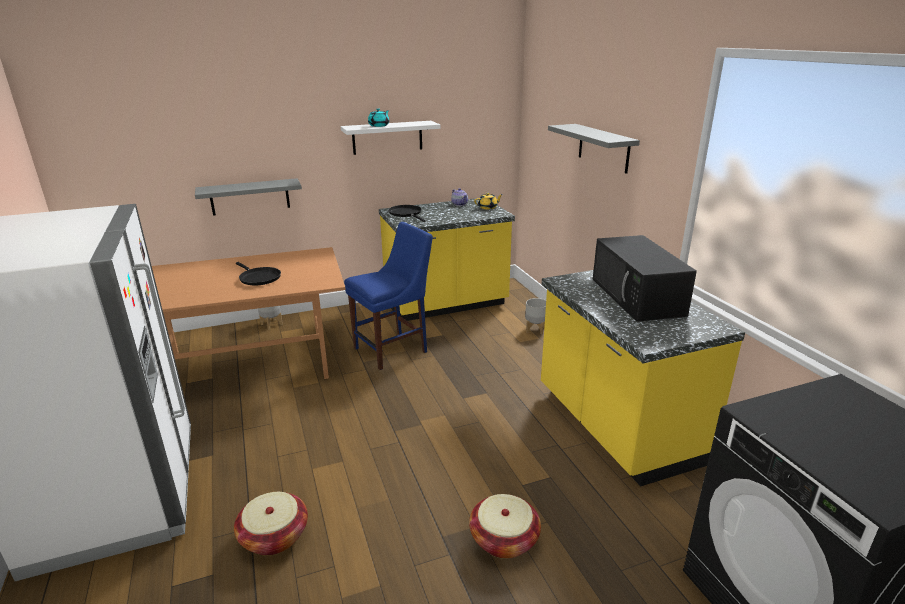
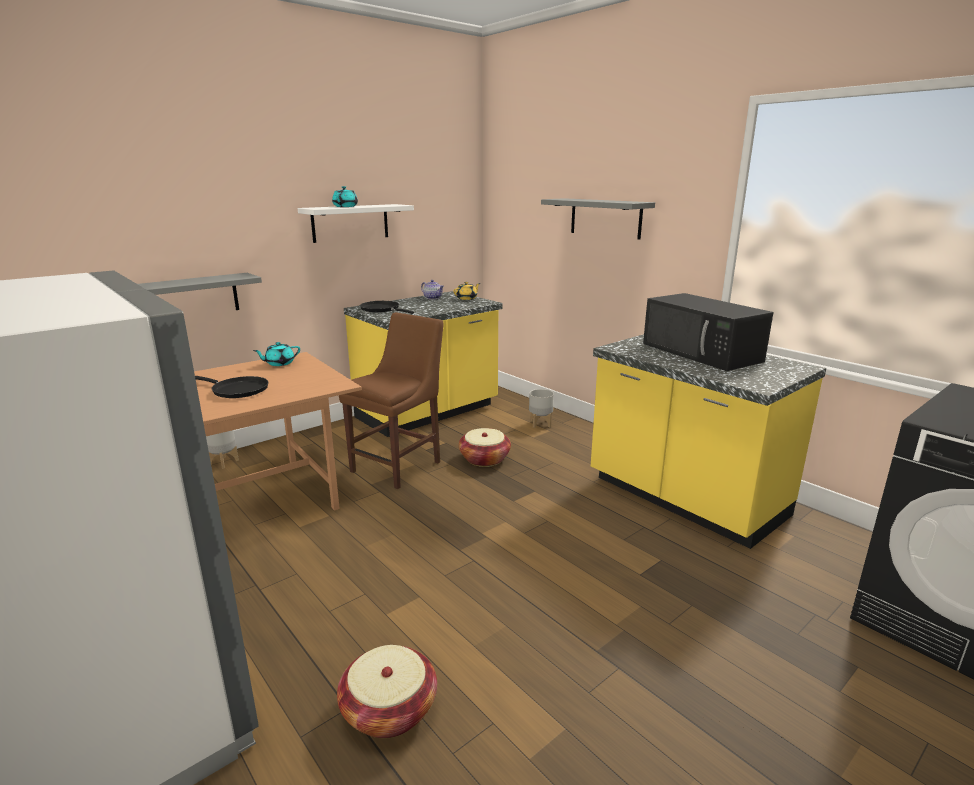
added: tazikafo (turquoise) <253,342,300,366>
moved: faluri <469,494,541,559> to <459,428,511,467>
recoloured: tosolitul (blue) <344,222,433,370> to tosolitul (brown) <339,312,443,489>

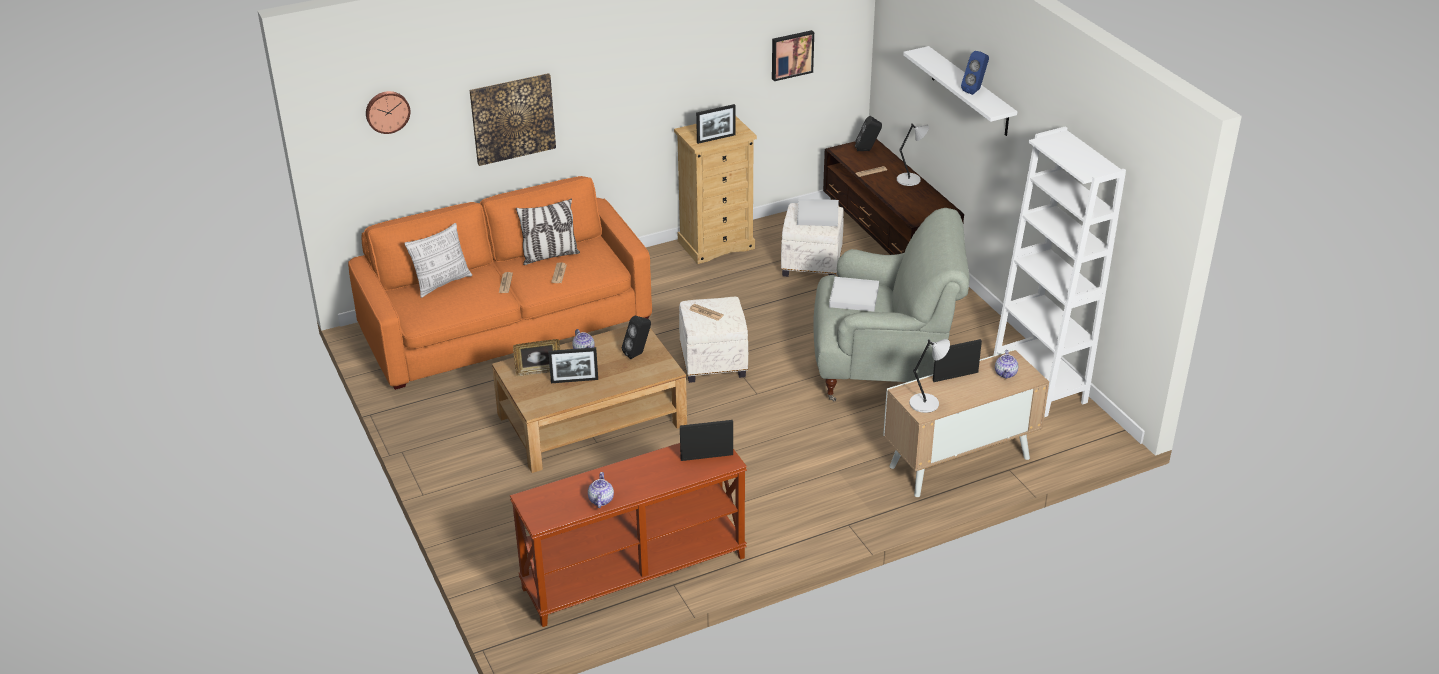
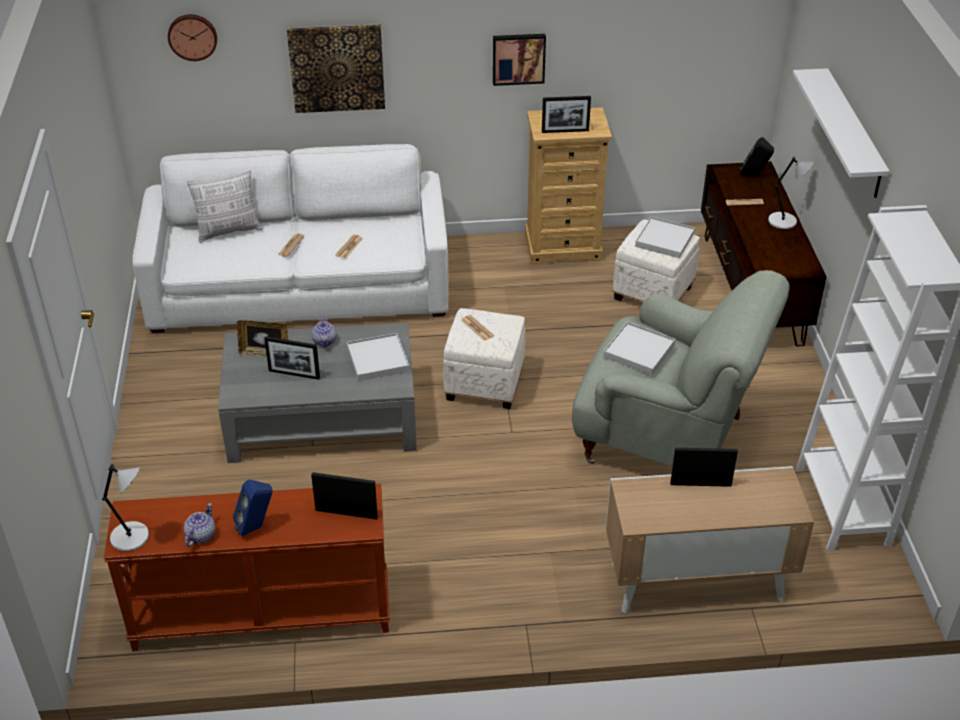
removed: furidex <516,199,580,265>; tazikafo <995,350,1018,379>
moved: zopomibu <772,30,814,81> to <493,34,546,86>; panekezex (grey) <909,339,950,413> to <102,464,149,551>; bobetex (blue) <961,51,989,95> to <233,480,273,536>
replaced: bobetex (black) <622,316,651,359> to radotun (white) <347,333,410,381>
recoloured: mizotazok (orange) <348,176,652,390> to mizotazok (white) <133,144,449,333>; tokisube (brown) <492,326,687,473> to tokisube (grey) <218,323,417,463>

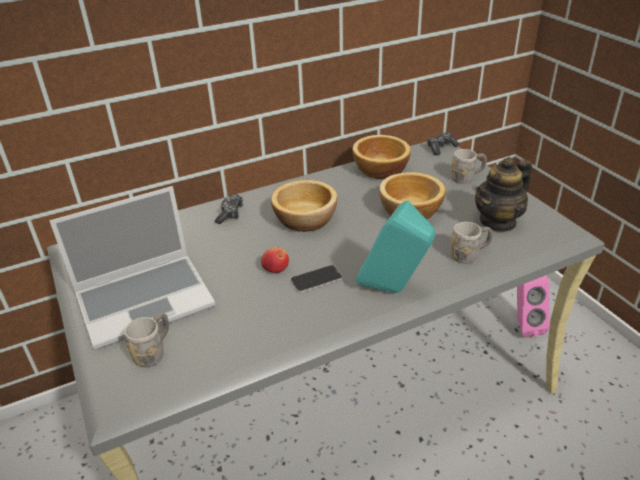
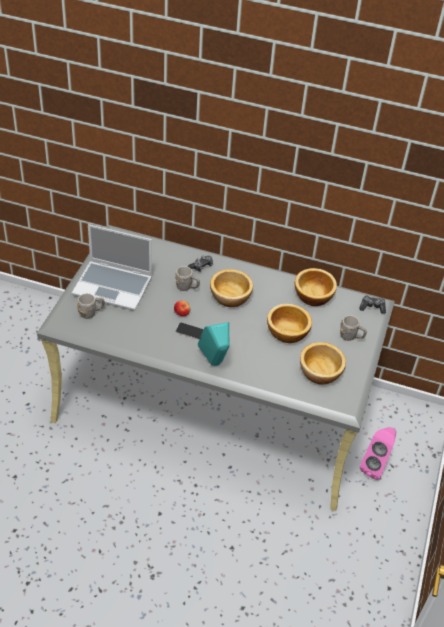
moved: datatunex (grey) <451,222,493,264> to <175,266,200,291>
replaced: tazikafo <475,157,532,233> to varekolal <300,342,346,385>

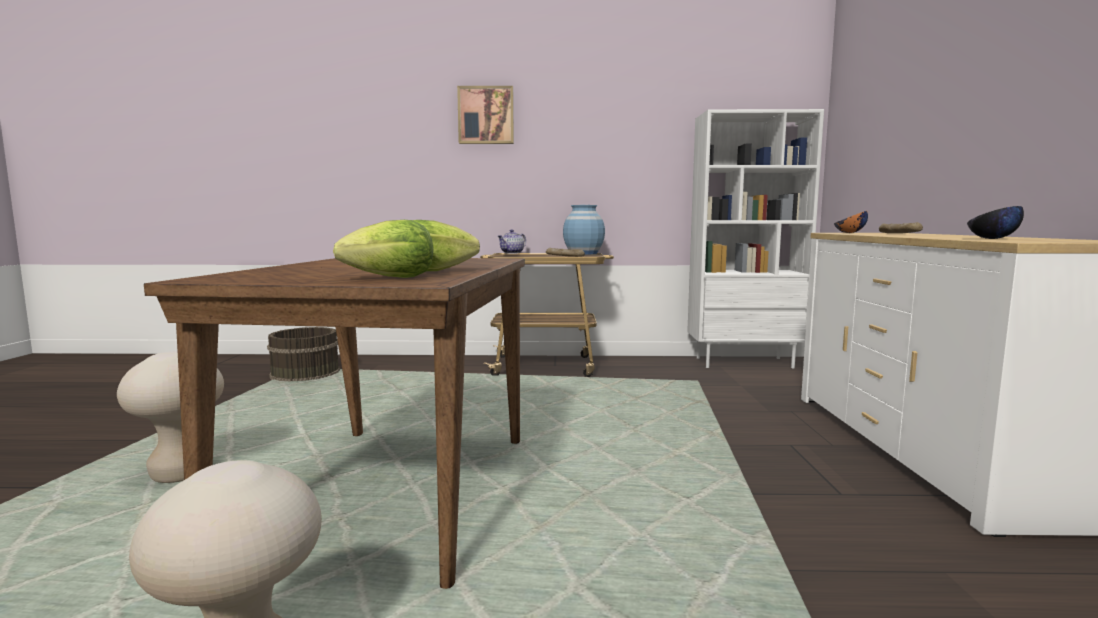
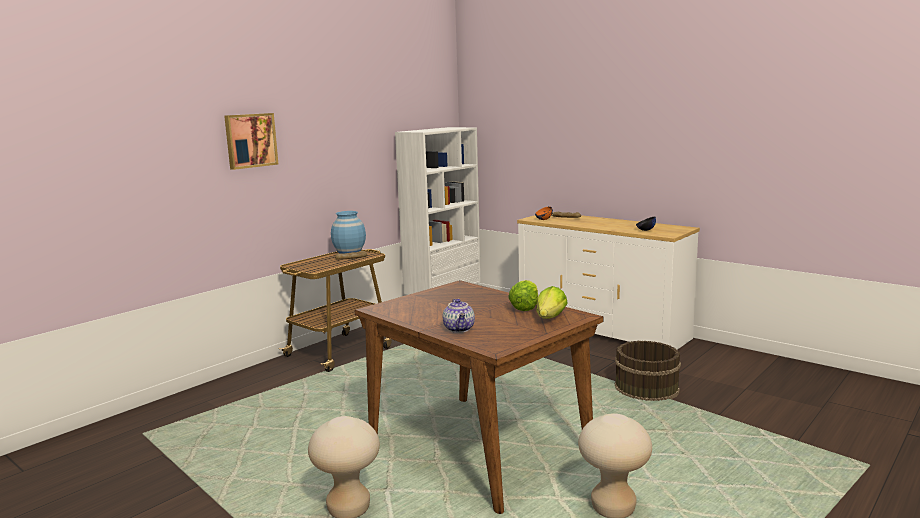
moved: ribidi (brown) <267,327,340,382> to <614,341,681,401>; tazikafo <498,230,526,254> to <443,299,475,333>

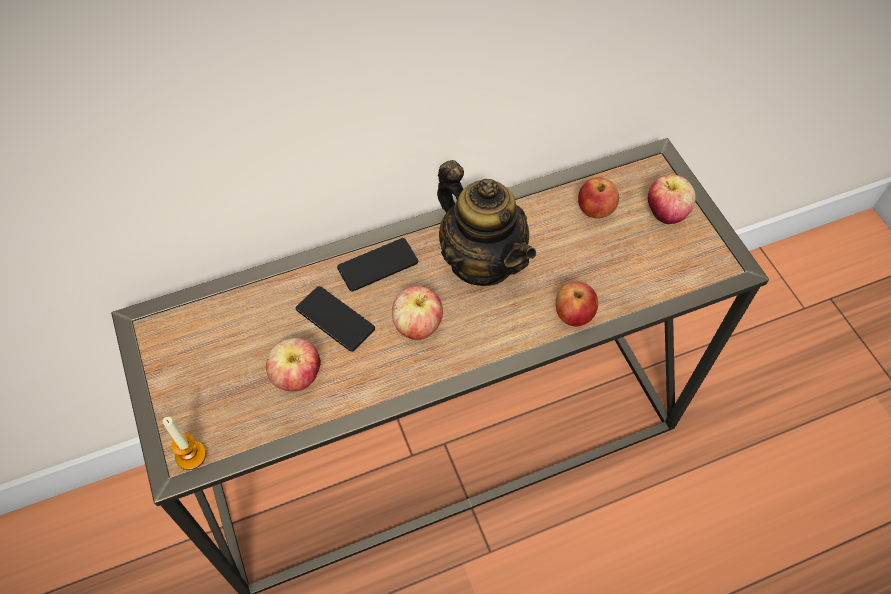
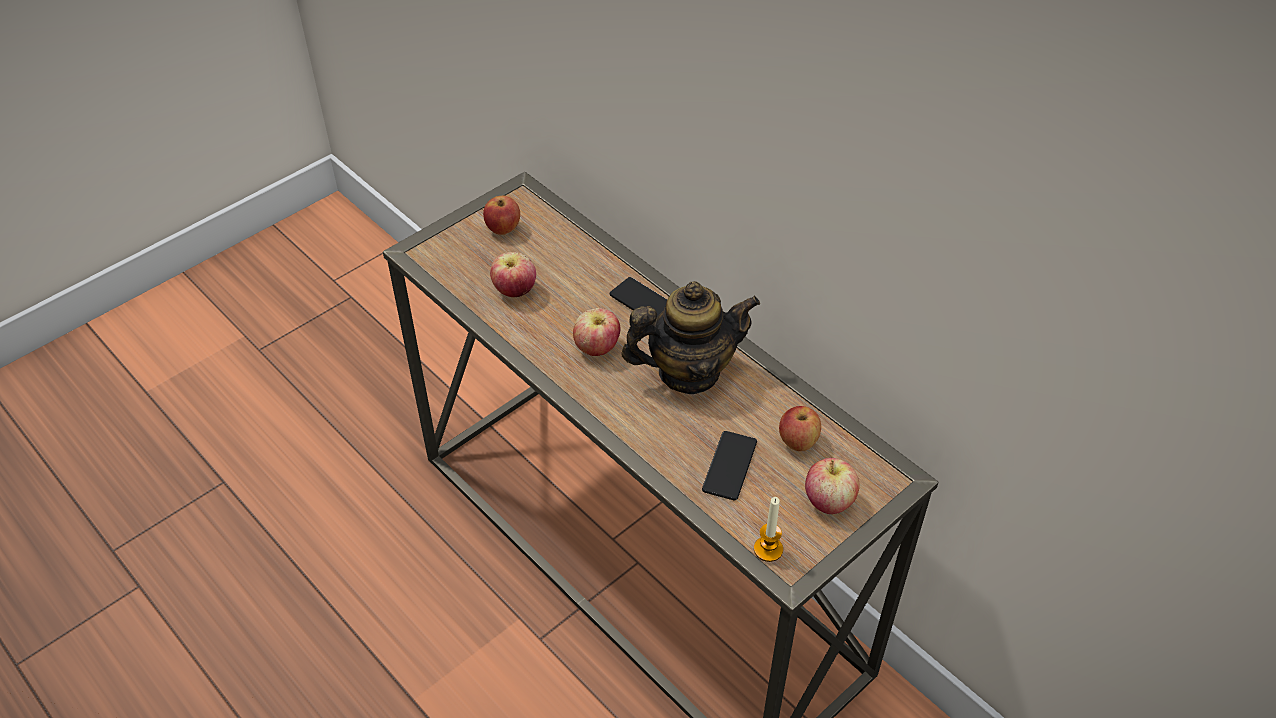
moved: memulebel <163,417,206,470> to <754,497,783,562>; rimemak <296,286,375,352> to <702,431,757,500>; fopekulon <556,282,598,327> to <483,196,520,235>
turned: tazikafo <437,160,536,286> = <621,281,760,394> 135 degrees counterclockwise

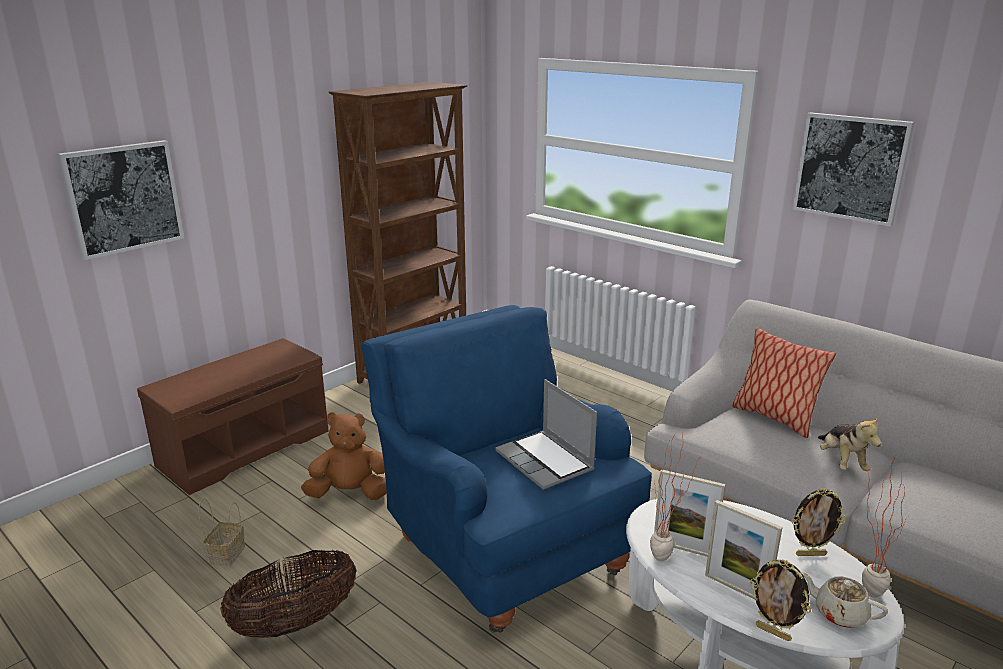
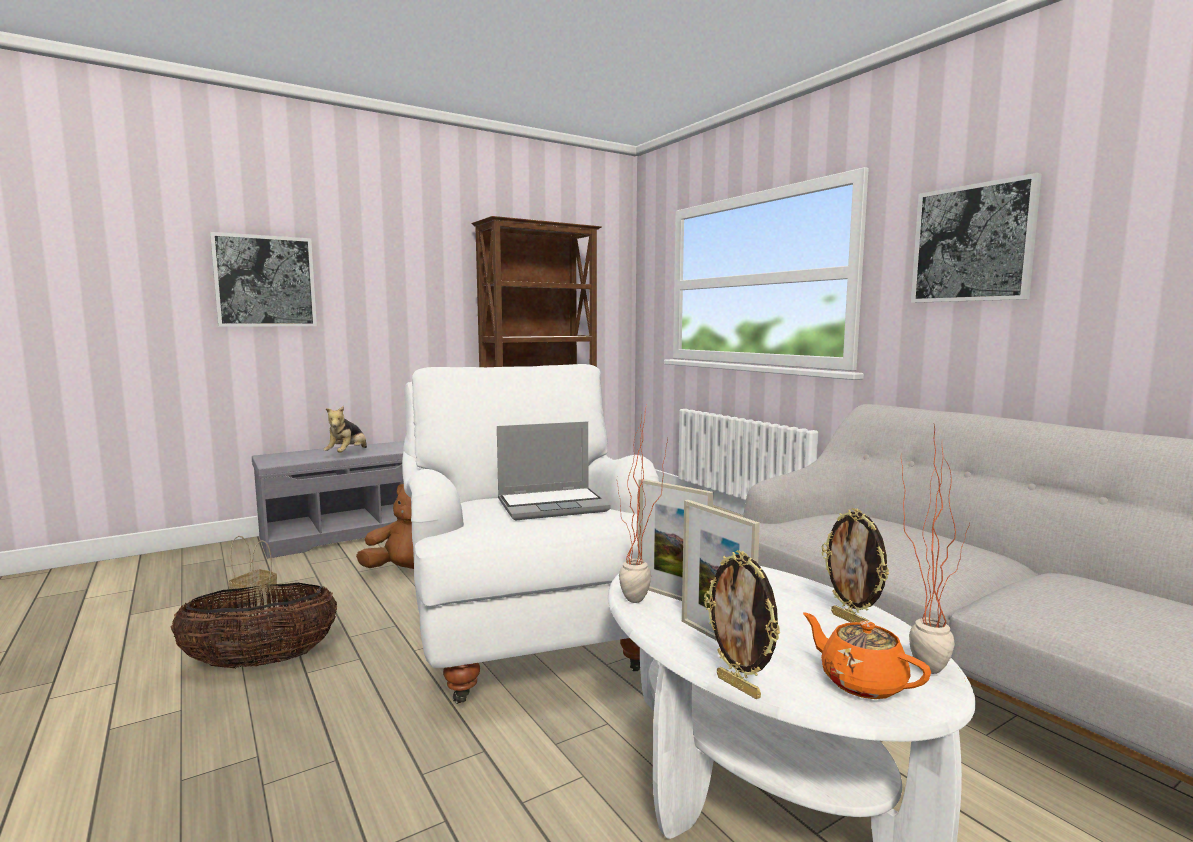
removed: furidex <732,328,836,438>
moved: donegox <818,416,881,471> to <323,406,367,453>
recoloured: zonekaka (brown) <137,338,329,495> to zonekaka (grey) <252,441,404,559>; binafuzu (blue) <362,305,652,633> to binafuzu (white) <402,364,659,704>; tazikafo (beige) <801,572,888,628> to tazikafo (orange) <803,612,931,699>
turned: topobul <495,379,597,490> = <497,421,611,521> 90 degrees counterclockwise; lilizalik <792,488,846,556> = <822,508,890,623> 45 degrees clockwise

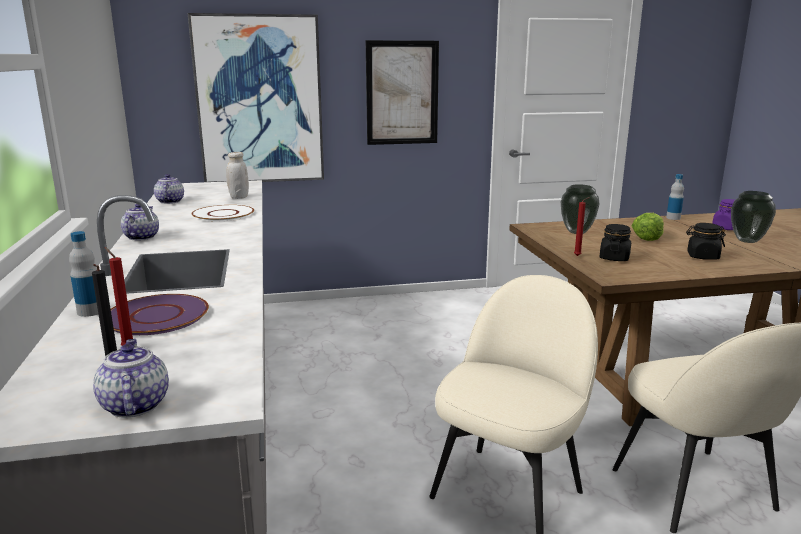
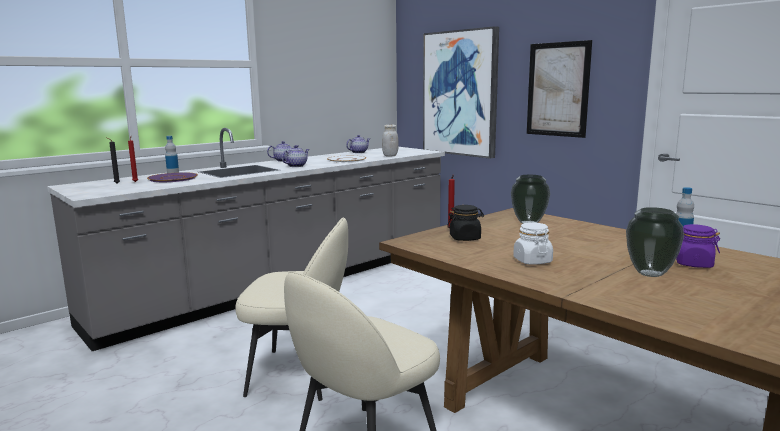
removed: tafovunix <632,213,664,241>
moved: tazikafo <93,339,169,417> to <282,145,309,167>
recoloured: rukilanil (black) <686,223,726,260> to rukilanil (white) <513,222,553,264>

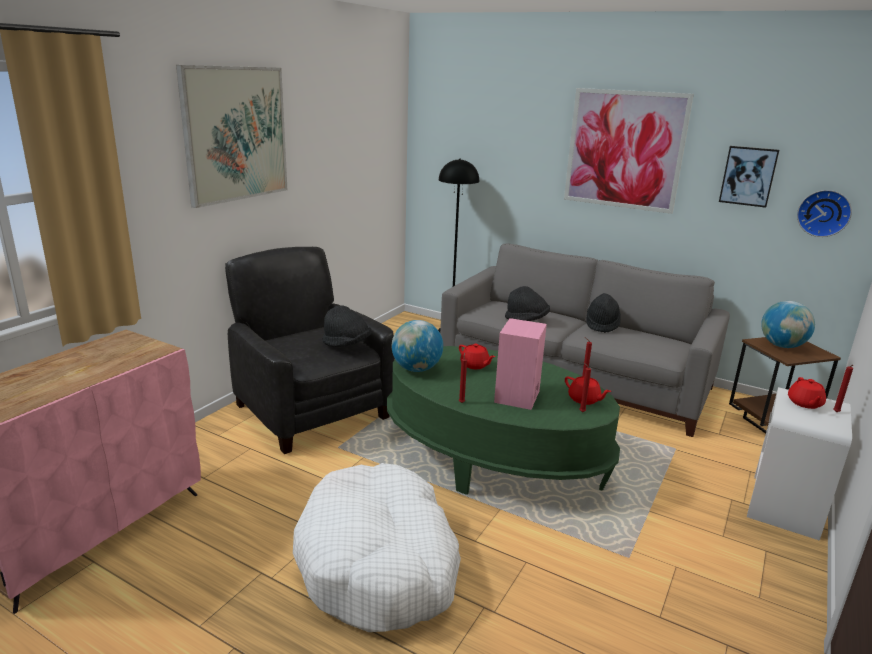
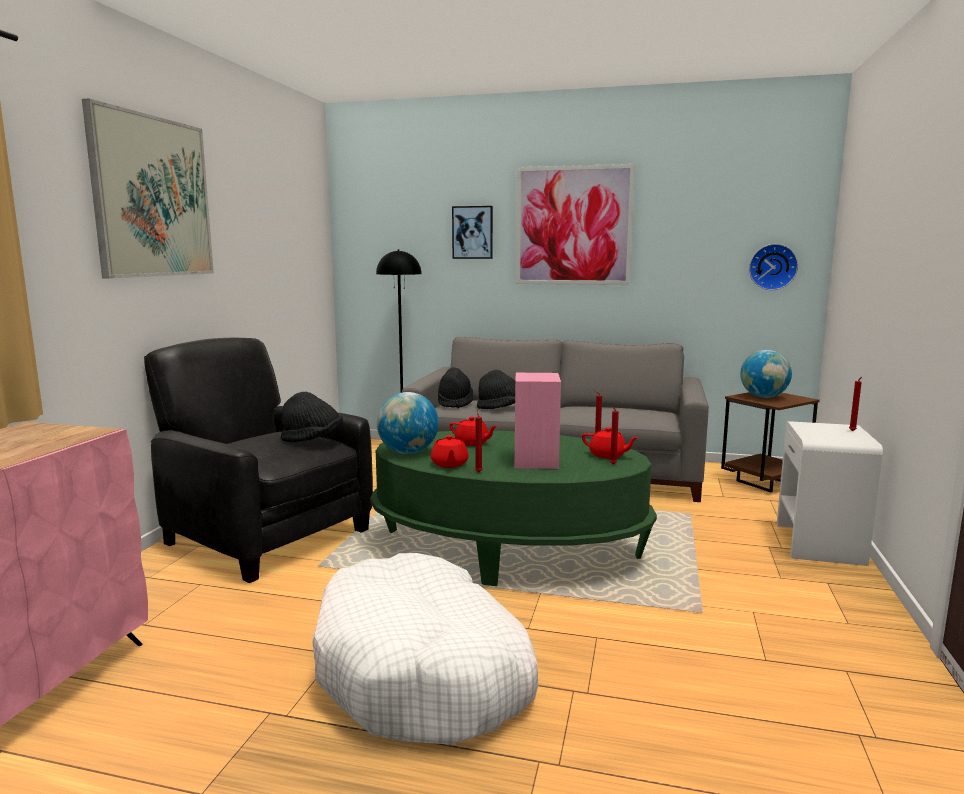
moved: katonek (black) <586,293,621,333> to <438,367,473,408>; zopomibu <719,146,779,208> to <452,206,493,259>; tazikafo (red) <788,377,826,409> to <431,435,468,468>

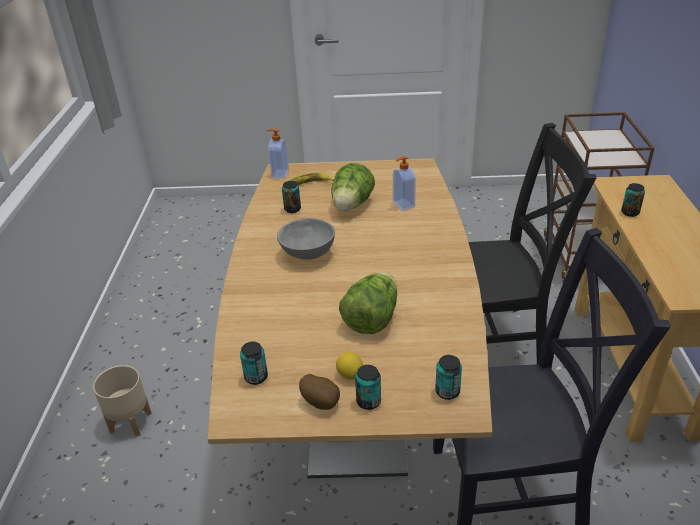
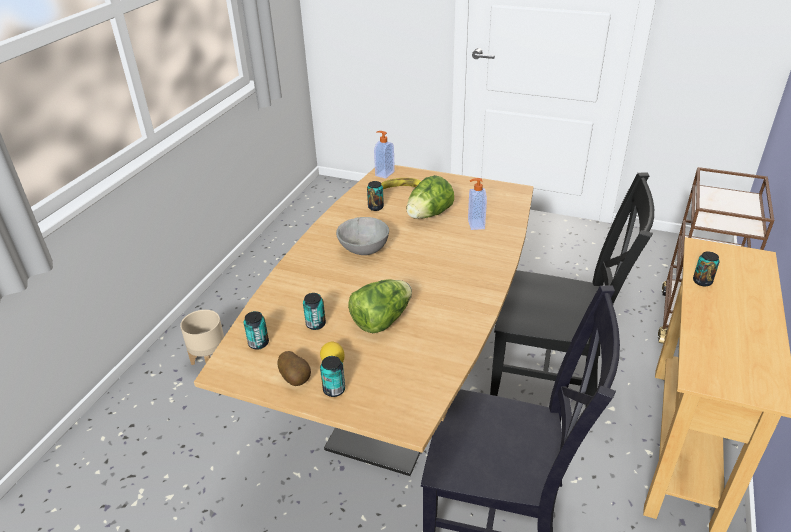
moved: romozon <435,355,462,400> to <303,293,326,330>

